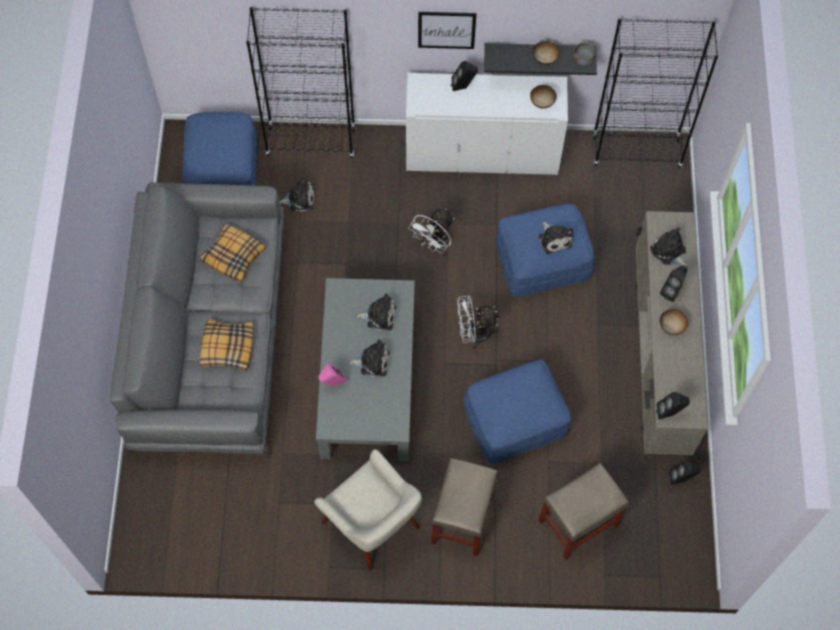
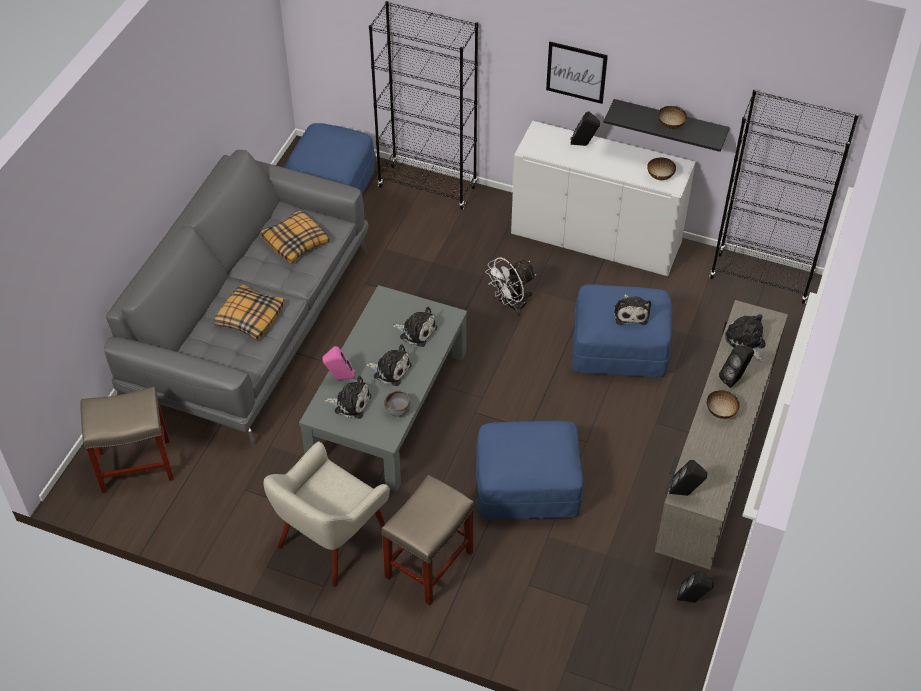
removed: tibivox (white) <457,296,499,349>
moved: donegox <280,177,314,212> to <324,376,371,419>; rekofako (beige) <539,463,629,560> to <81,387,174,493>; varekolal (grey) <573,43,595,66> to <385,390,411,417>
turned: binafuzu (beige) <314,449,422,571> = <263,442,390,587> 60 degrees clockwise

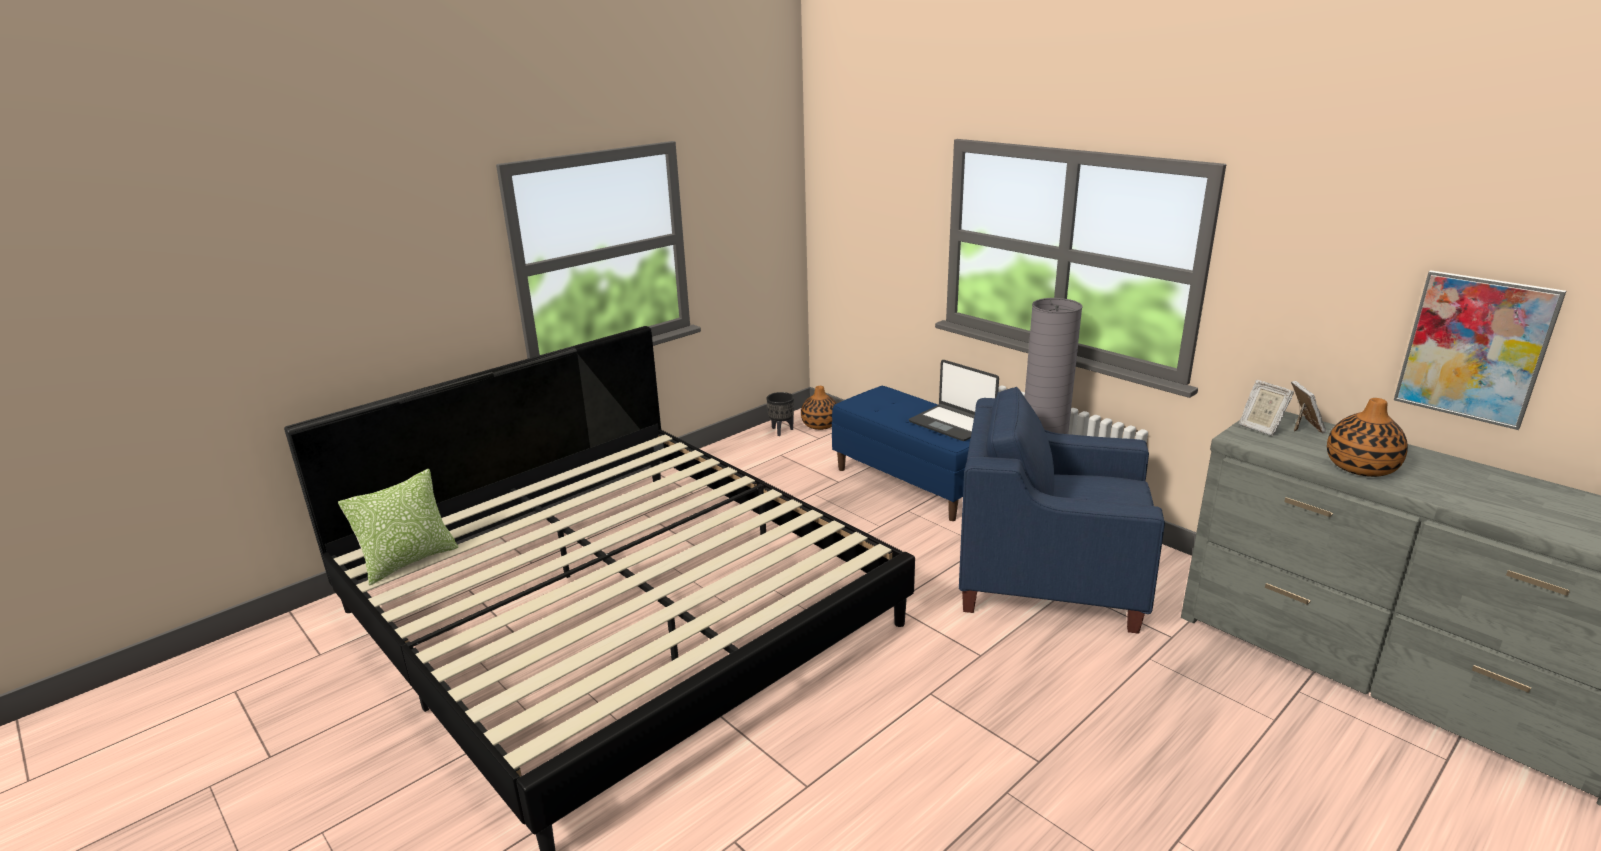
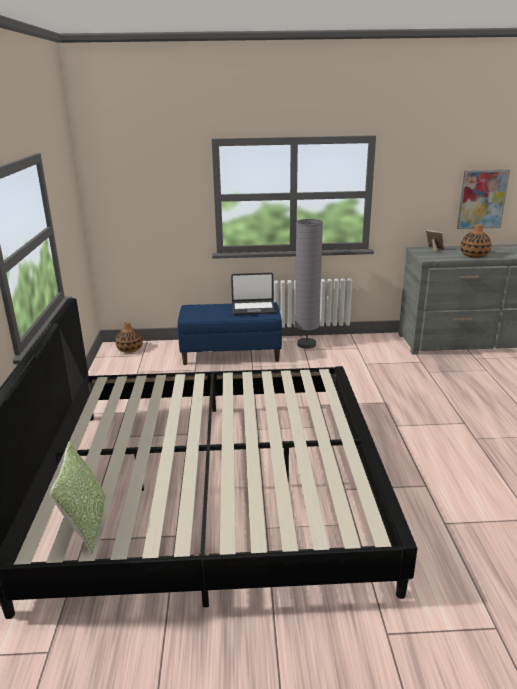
removed: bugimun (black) <766,392,794,436>; binafuzu (blue) <959,387,1165,634>; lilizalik <1239,380,1294,436>

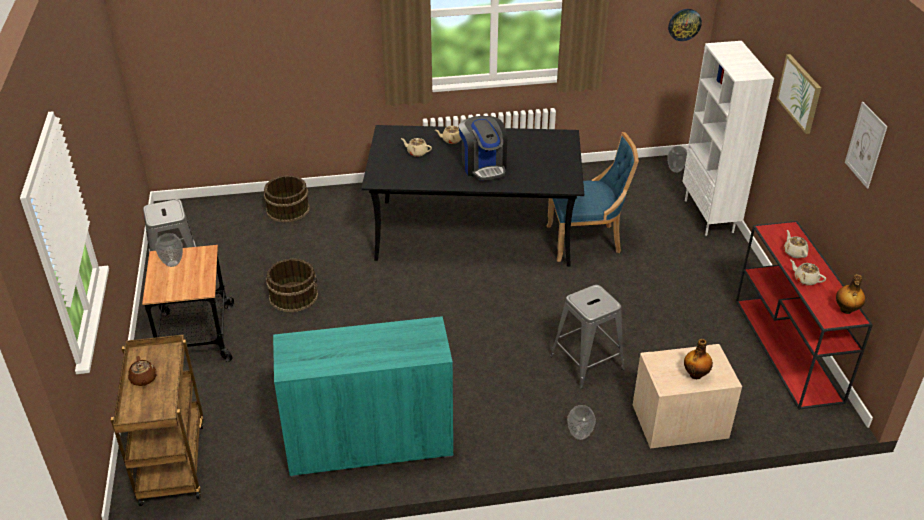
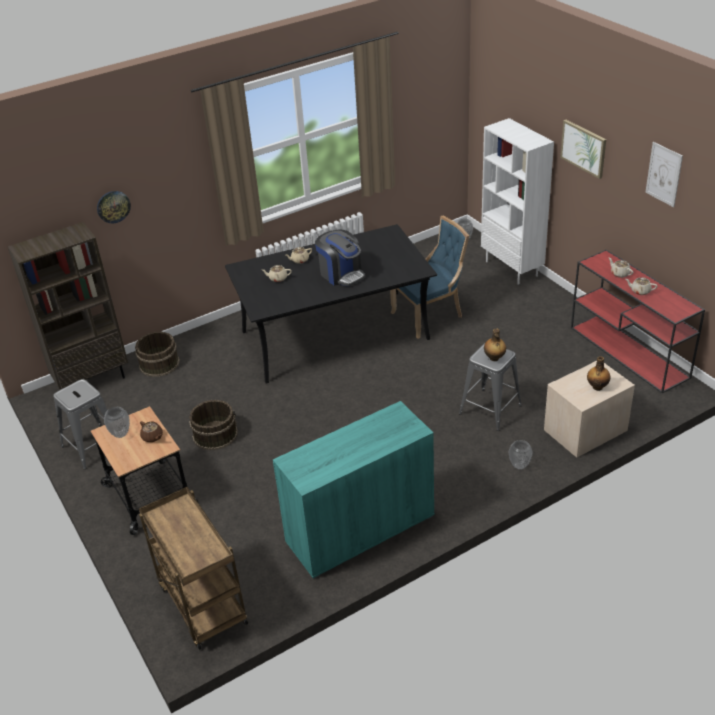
added: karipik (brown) <8,222,128,390>
moved: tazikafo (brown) <128,356,157,386> to <140,421,163,442>; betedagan <668,9,702,41> to <97,191,131,223>; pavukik <836,274,865,314> to <484,328,506,361>

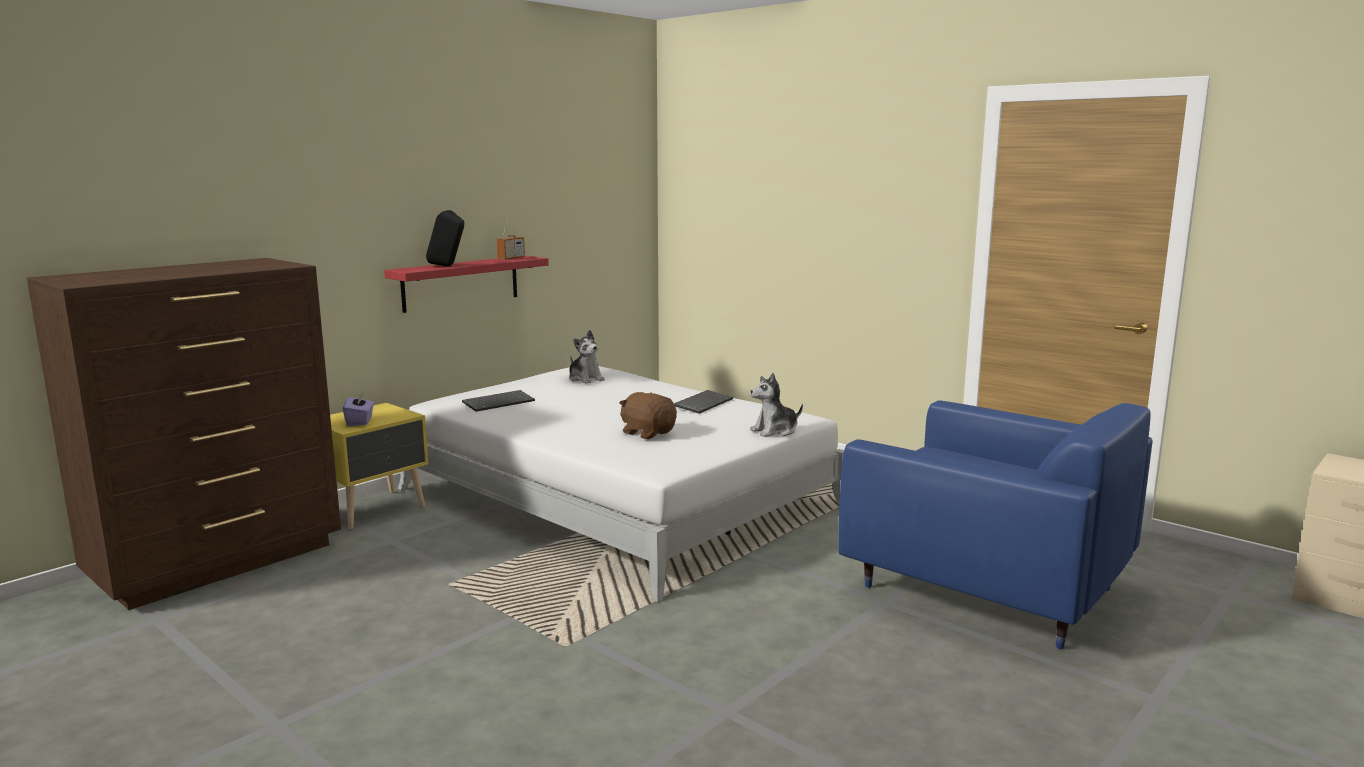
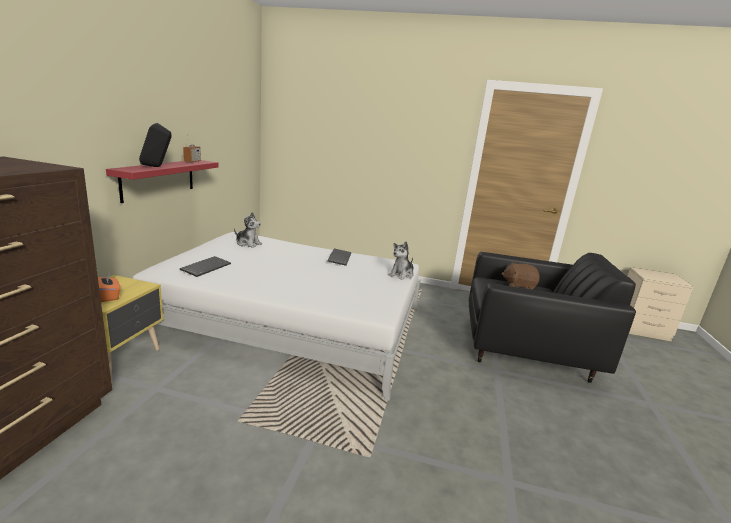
moved: donegox (brown) <620,392,677,439> to <501,262,540,290>
recoloured: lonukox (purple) <343,391,374,426> to lonukox (orange) <98,273,120,302>; binafuzu (blue) <838,400,1153,649> to binafuzu (black) <469,252,636,383>

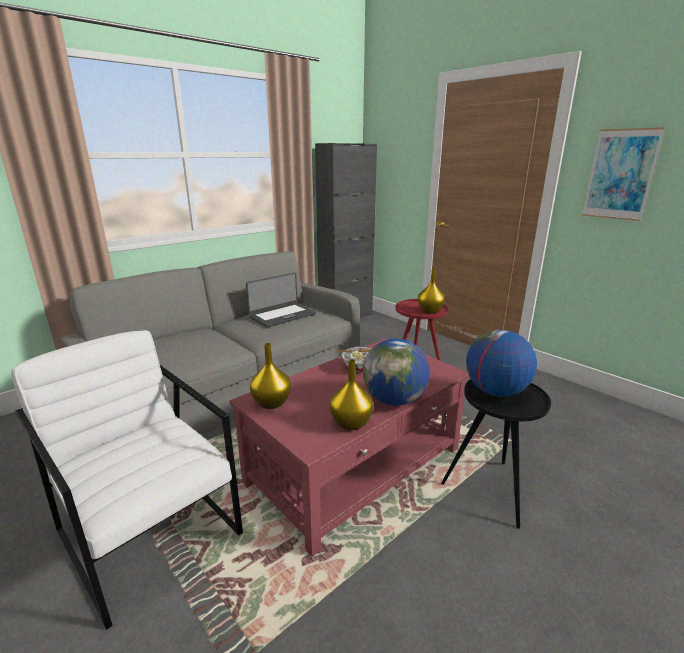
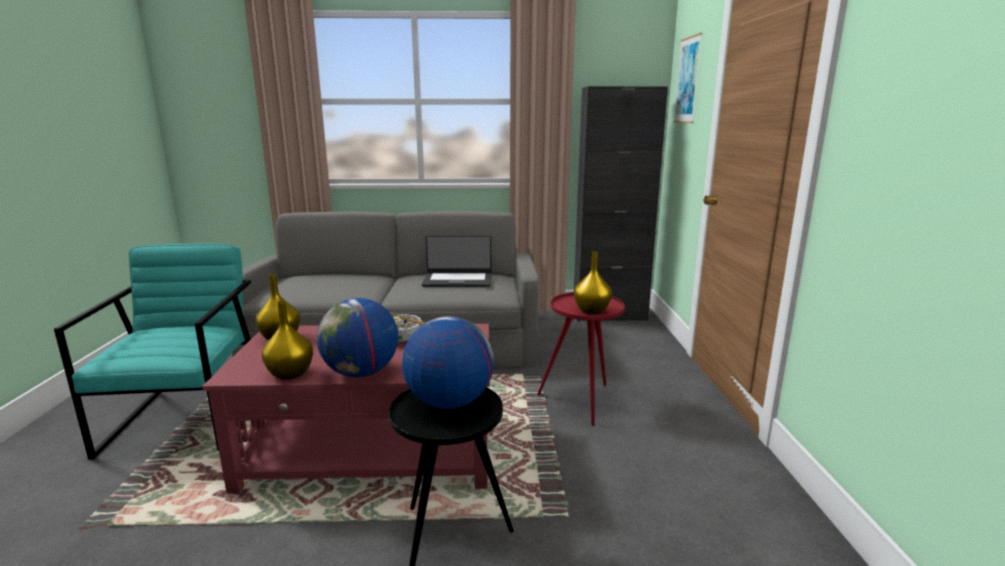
moved: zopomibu <582,127,666,221> to <673,33,702,123>
recoloured: binafuzu (white) <11,330,243,630> to binafuzu (turquoise) <54,243,251,459>

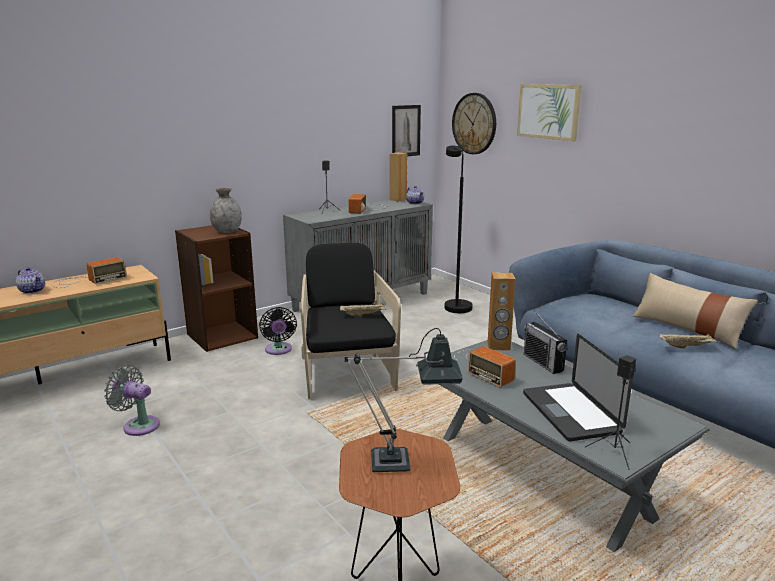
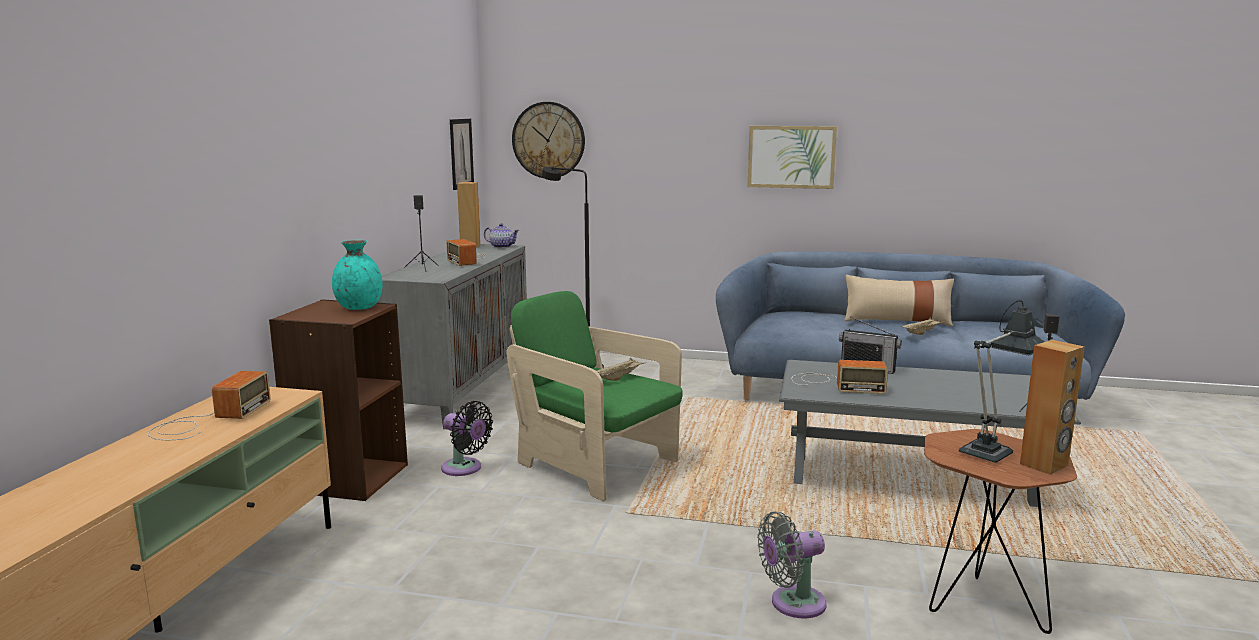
removed: tazikafo <16,267,45,294>; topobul <523,334,633,442>
moved: tibivox (grey) <104,365,160,436> to <757,511,827,618>; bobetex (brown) <488,272,516,351> to <1020,340,1084,475>; zopomibu <517,84,582,141> to <748,126,837,189>
recoloured: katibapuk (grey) <210,188,242,233> to katibapuk (turquoise) <332,240,382,310>; binafuzu (black) <301,243,401,399> to binafuzu (green) <507,291,683,501>

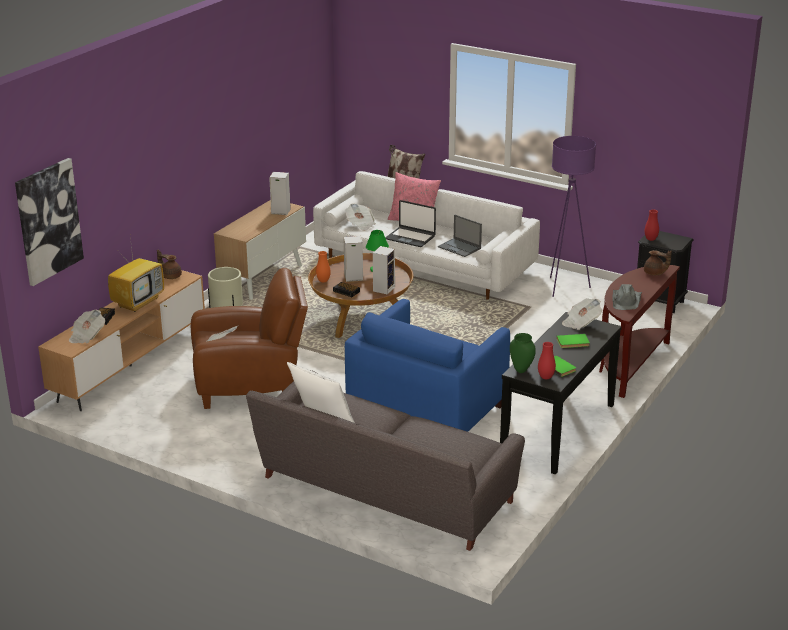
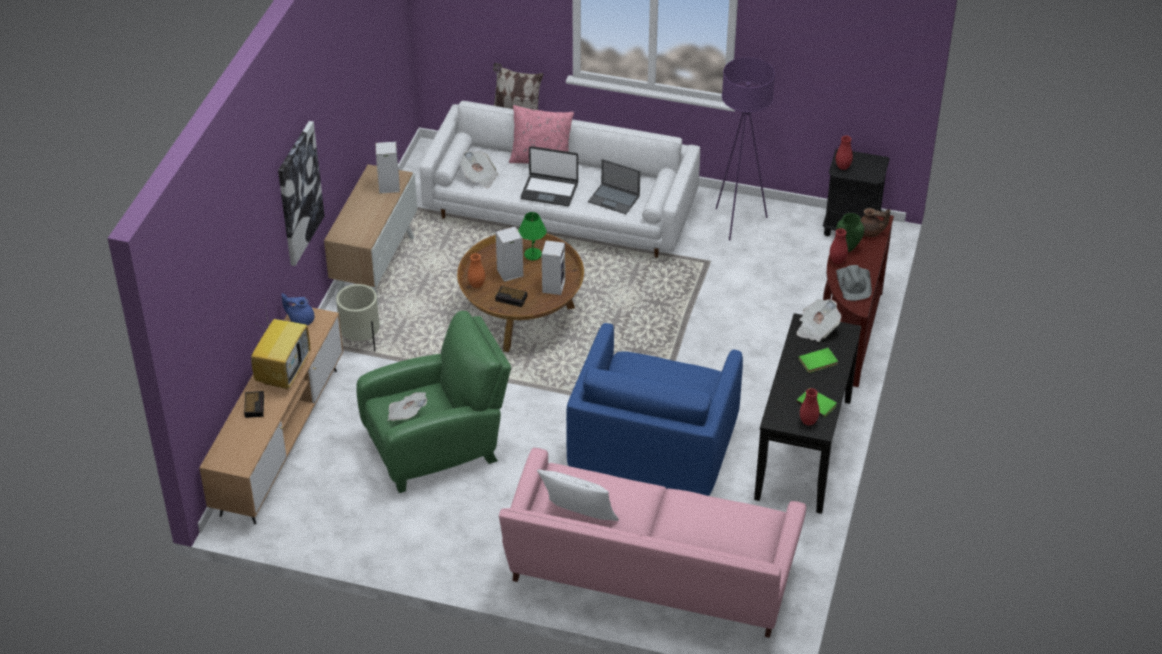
removed: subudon <69,310,105,343>
added: katibapuk (red) <830,228,848,264>
moved: zopomibu <15,158,84,286> to <278,121,325,266>; katibapuk (green) <510,333,536,373> to <836,213,864,252>
recoloured: tazikafo (brown) <157,250,182,279> to tazikafo (blue) <281,293,314,325>; binafuzu (brown) <191,268,308,409> to binafuzu (green) <357,311,511,493>; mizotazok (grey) <246,370,525,551> to mizotazok (pink) <499,448,806,638>

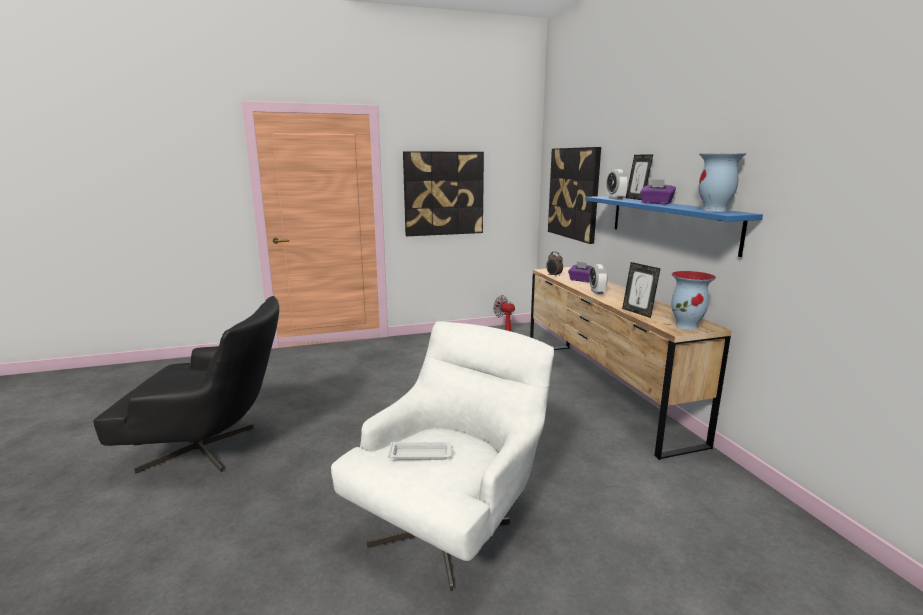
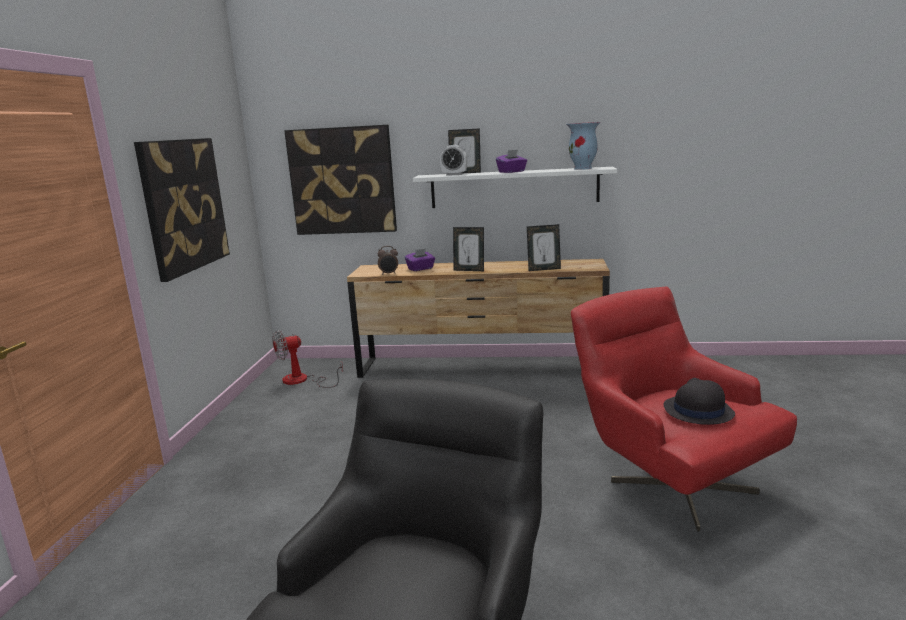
removed: katibapuk <671,271,716,330>
replaced: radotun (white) <388,442,454,460> to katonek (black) <663,378,735,425>; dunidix <589,264,608,294> to lilizalik <453,227,484,271>
recoloured: binafuzu (white) <331,321,554,591> to binafuzu (red) <571,287,797,532>; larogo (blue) <585,196,763,257> to larogo (white) <413,167,617,208>

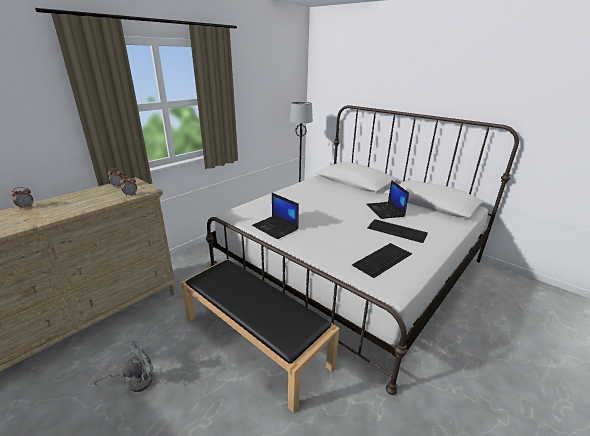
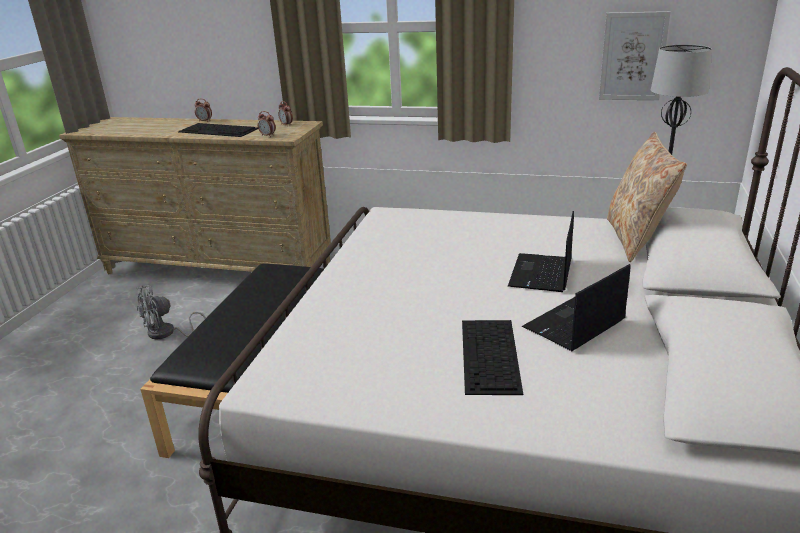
added: zopomibu <599,11,670,100>; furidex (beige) <607,131,687,262>
moved: topobul <252,193,299,239> to <508,211,574,292>; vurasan <352,243,412,278> to <178,123,258,137>
turned: tibivox (grey) <94,341,156,392> = <136,285,206,339> 120 degrees clockwise

